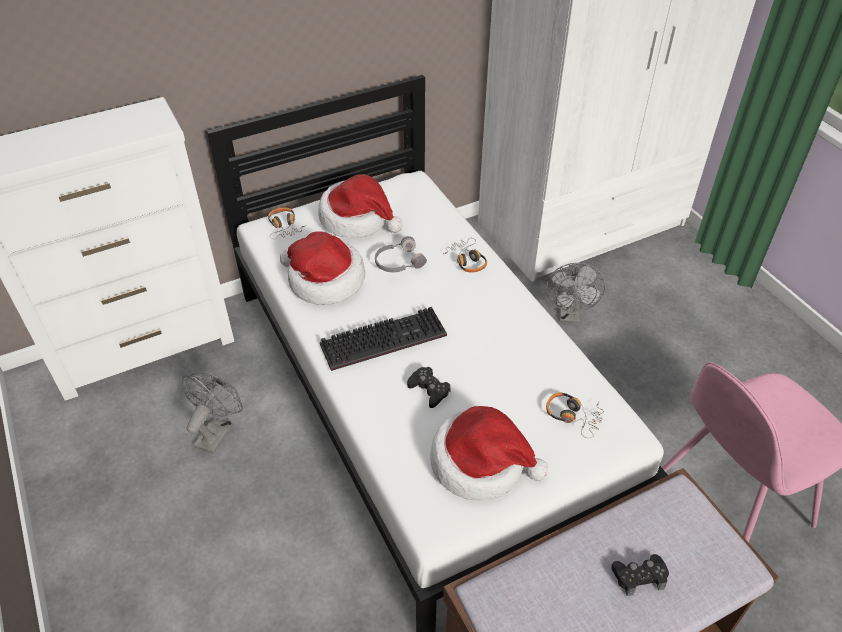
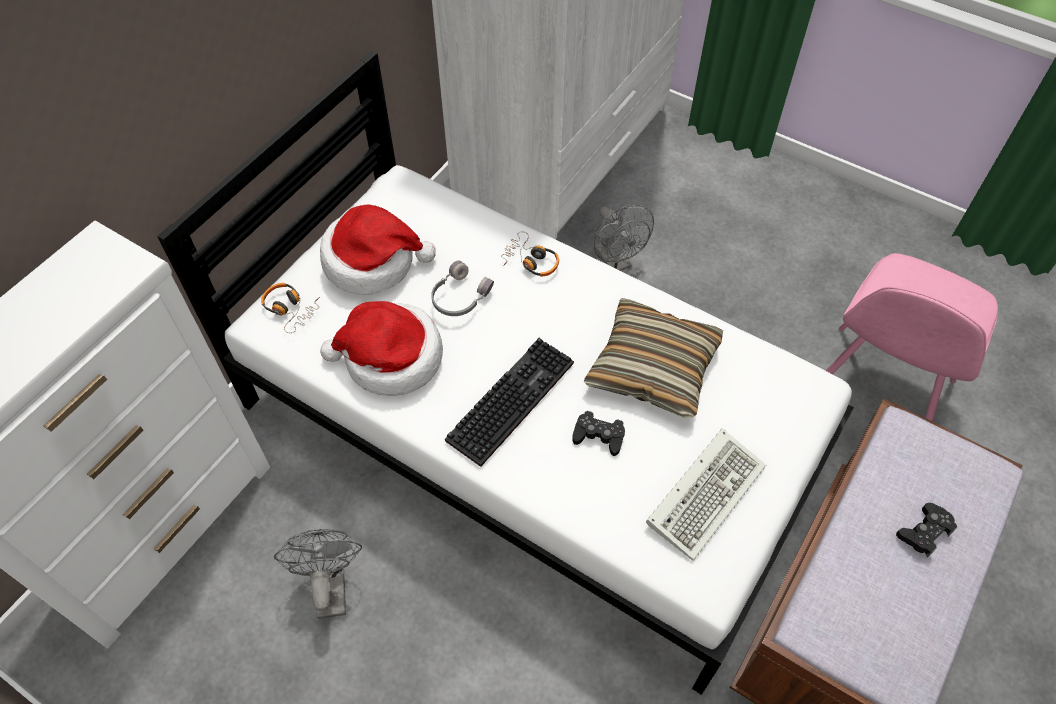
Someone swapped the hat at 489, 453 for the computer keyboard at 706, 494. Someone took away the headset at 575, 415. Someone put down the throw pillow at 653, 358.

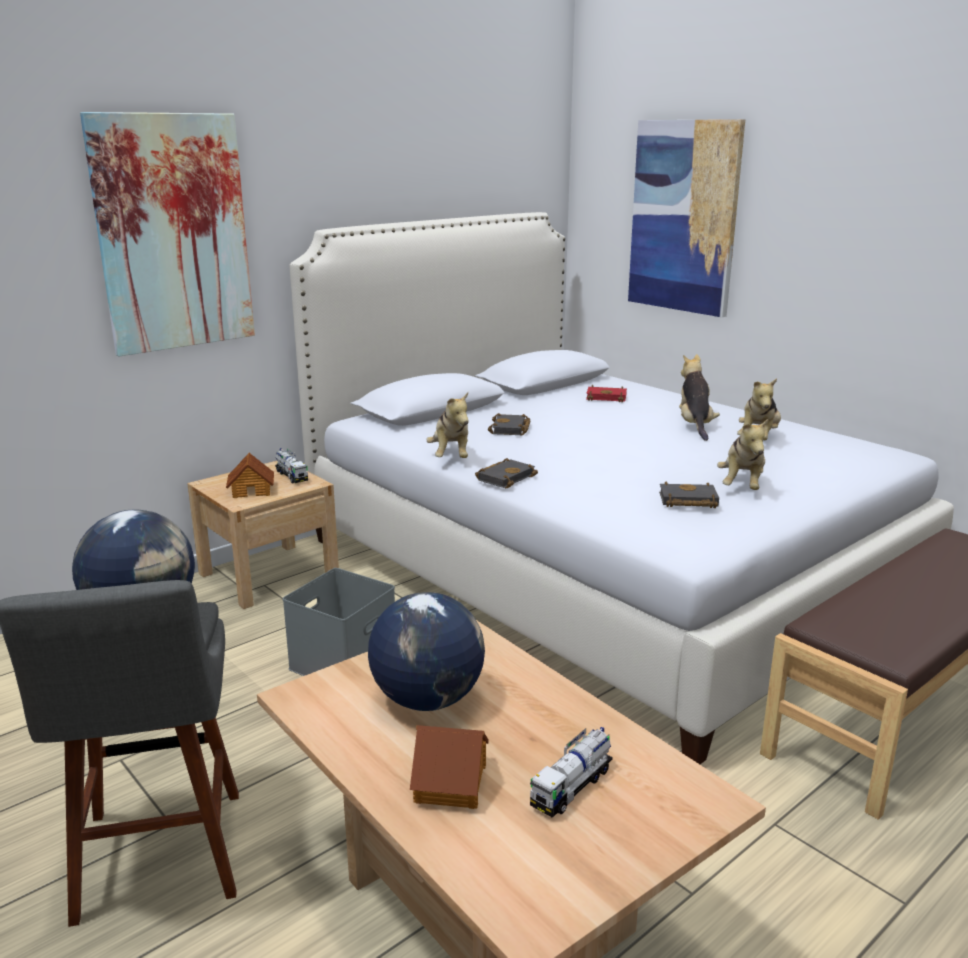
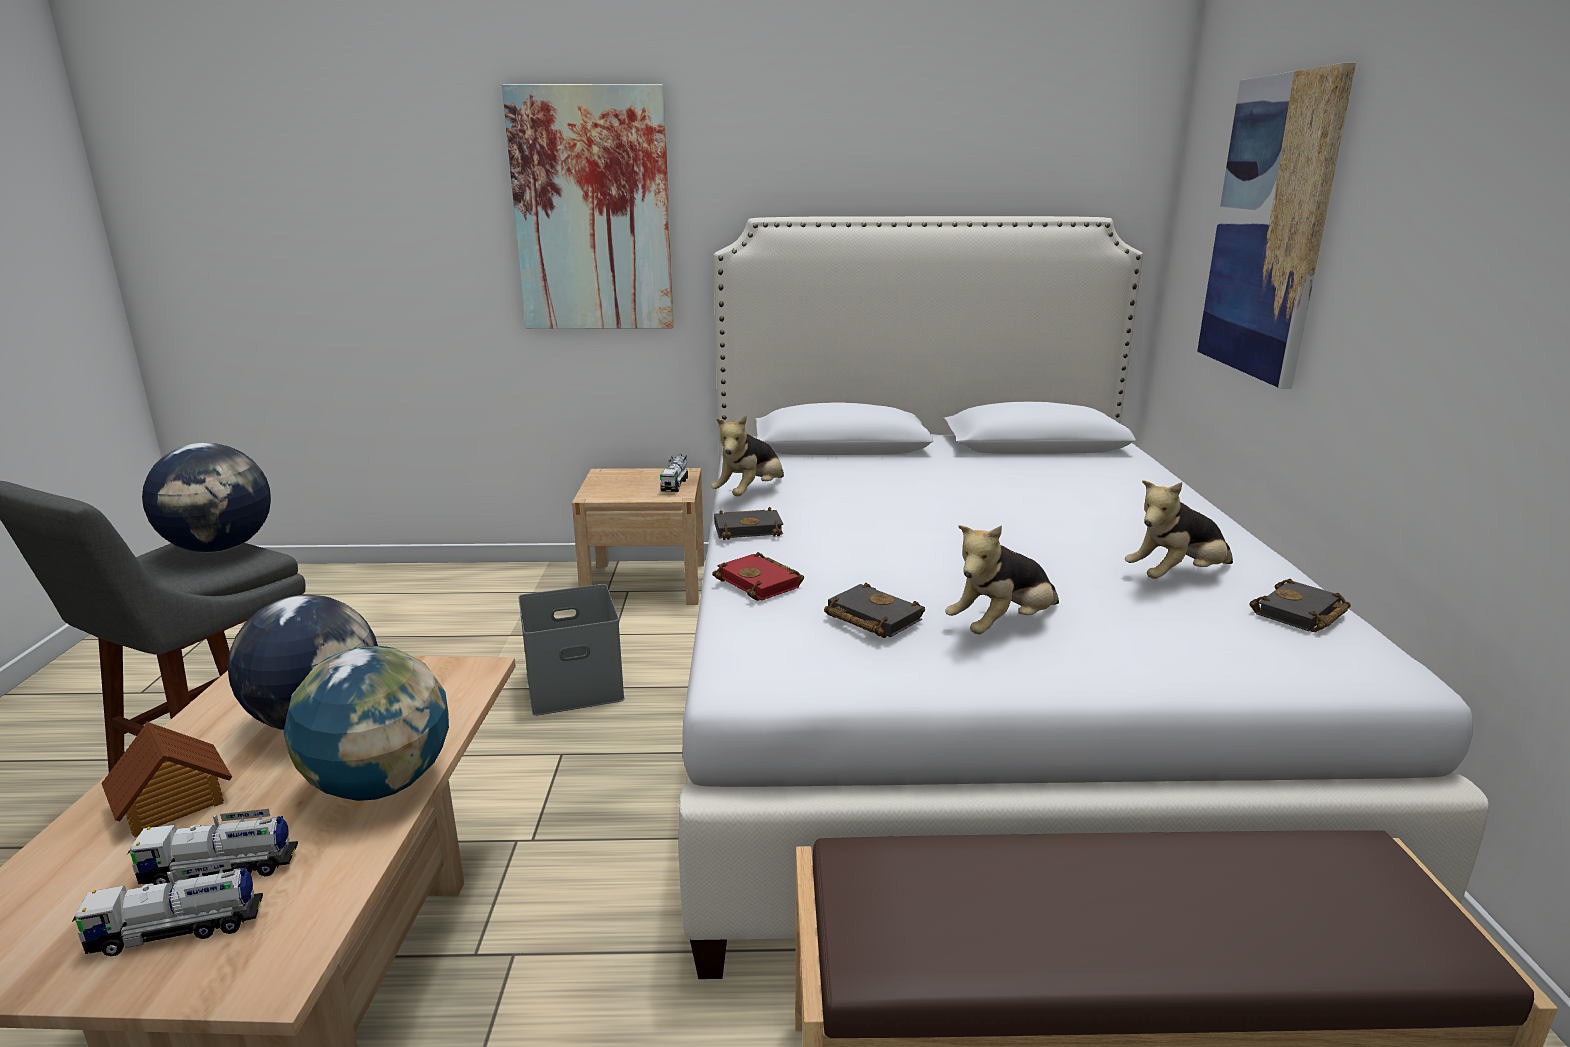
Someone took away the miniature house at 250, 475. Someone carried the black-coloured book from 509, 424 to 1300, 605. Someone carried the red book from 606, 393 to 758, 576. Someone took away the soft toy at 699, 397. Someone put down the toy truck at 167, 908. Someone put down the desk globe at 366, 723.

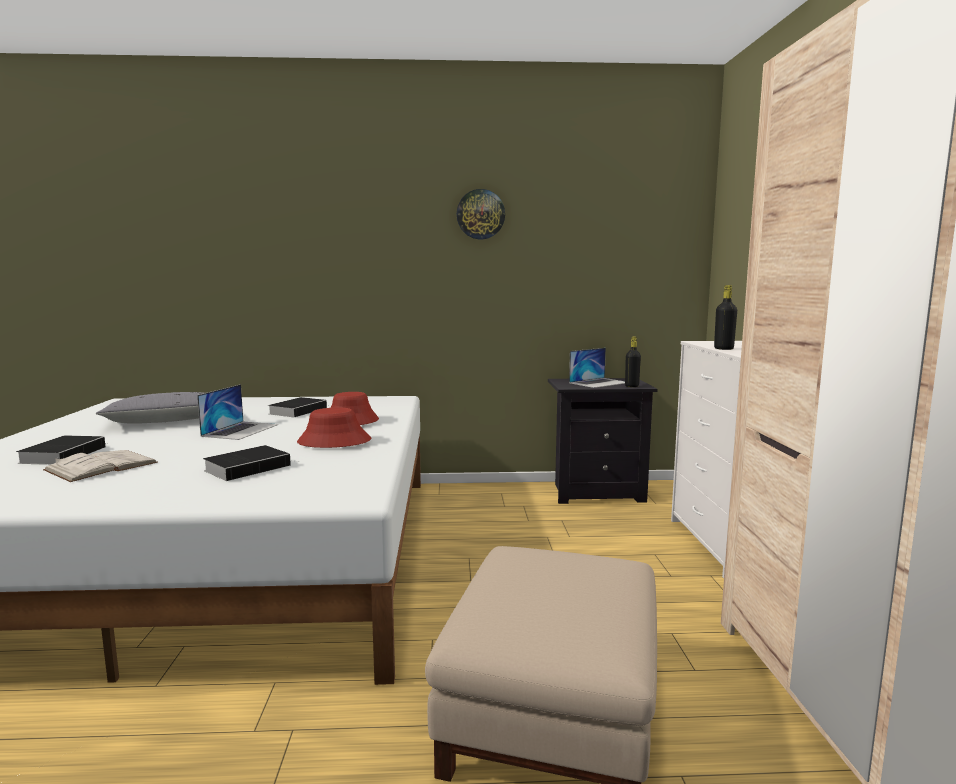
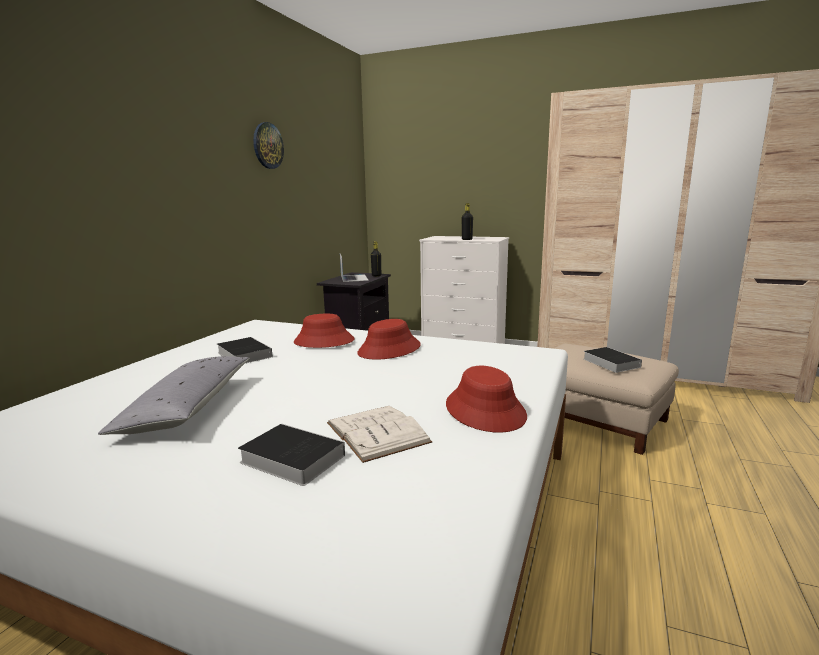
Someone took away the laptop at 238, 412. Someone carried the book from 251, 463 to 613, 360. Someone put down the red hat at 486, 399.

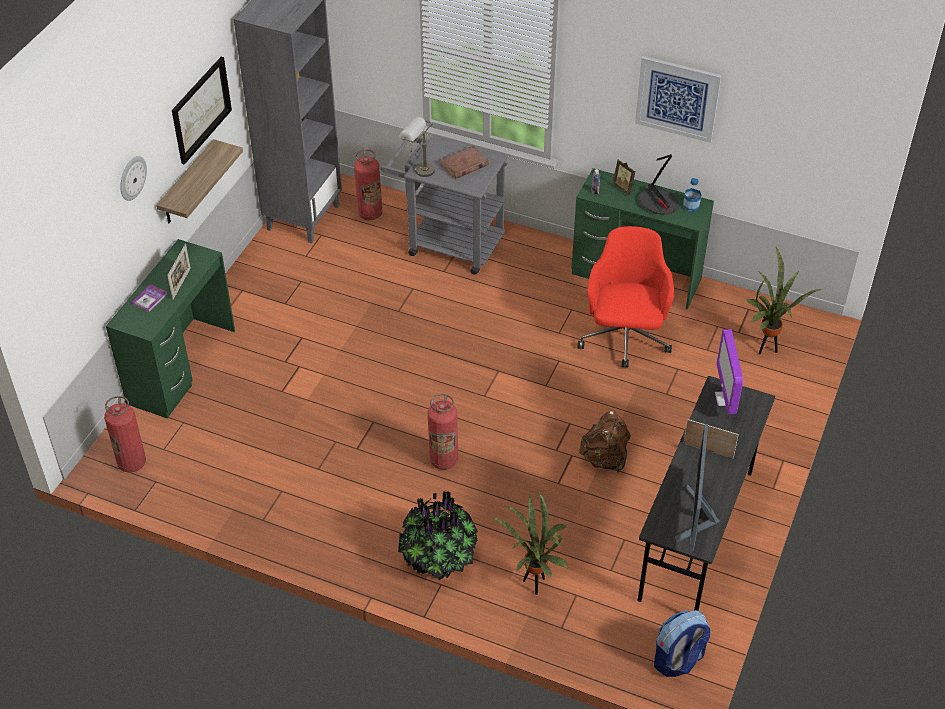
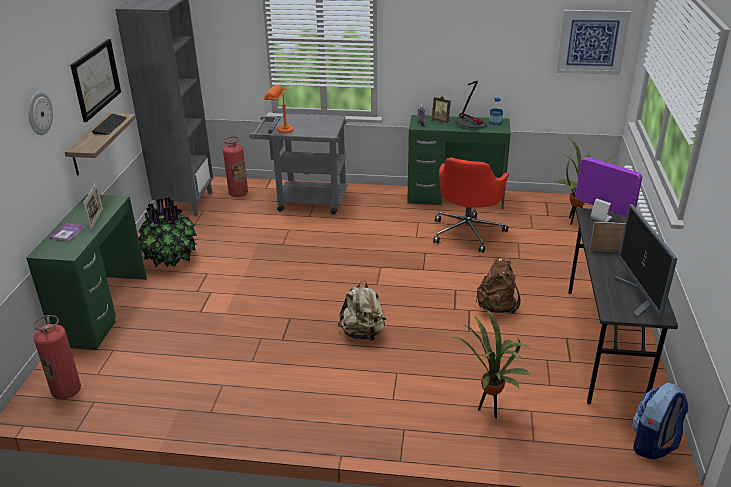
Someone carried the plant in a pot from 438, 535 to 167, 232. Someone repainted the grey table lamp at 417, 147, which became the orange table lamp at 279, 109. Someone swapped the extinguisher at 443, 431 for the beige rucksack at 362, 310. Someone took away the brownish book at 464, 162. Someone rotated the red office chair at 626, 297 by 150 degrees counterclockwise. Someone carried the wall picture from 678, 99 to 593, 42. Someone rotated the computer display at 729, 371 by 150 degrees clockwise. Someone put down the computer keyboard at 109, 124.

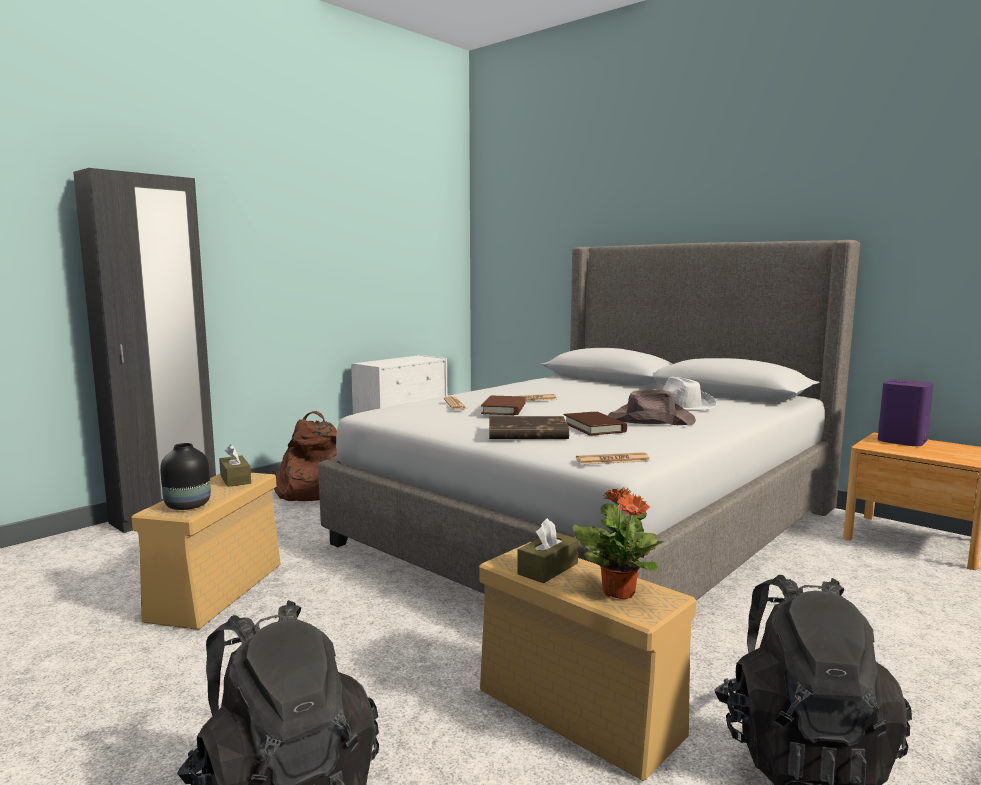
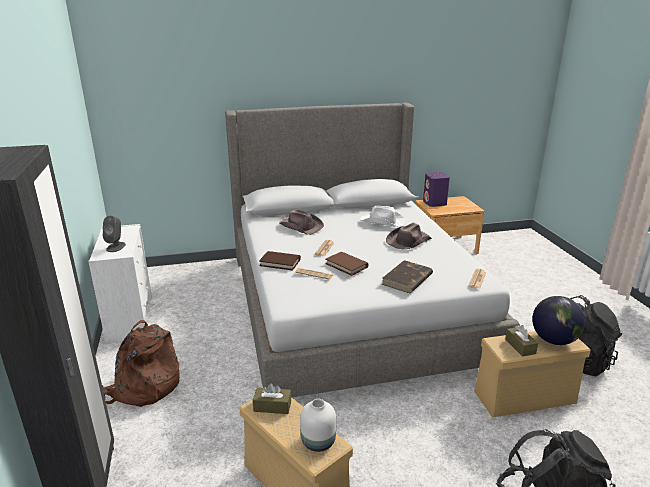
Someone repainted the black-coloured decorative vase at 185, 476, which became the white decorative vase at 318, 425. Someone carried the brownish book from 595, 424 to 280, 261. Someone swapped the plant in a pot at 618, 543 for the desk globe at 559, 320. Someone put down the grey audio speaker at 114, 234. Someone put down the brownish hat at 302, 222.

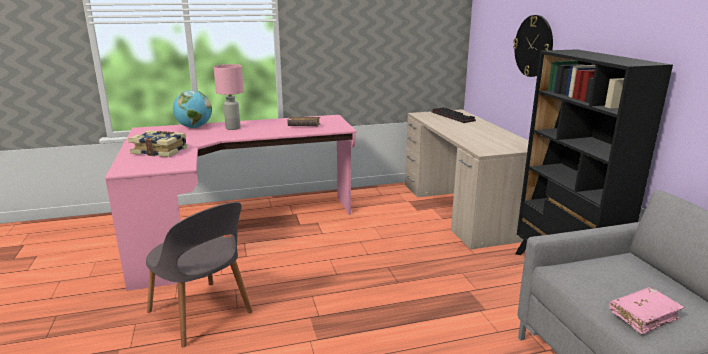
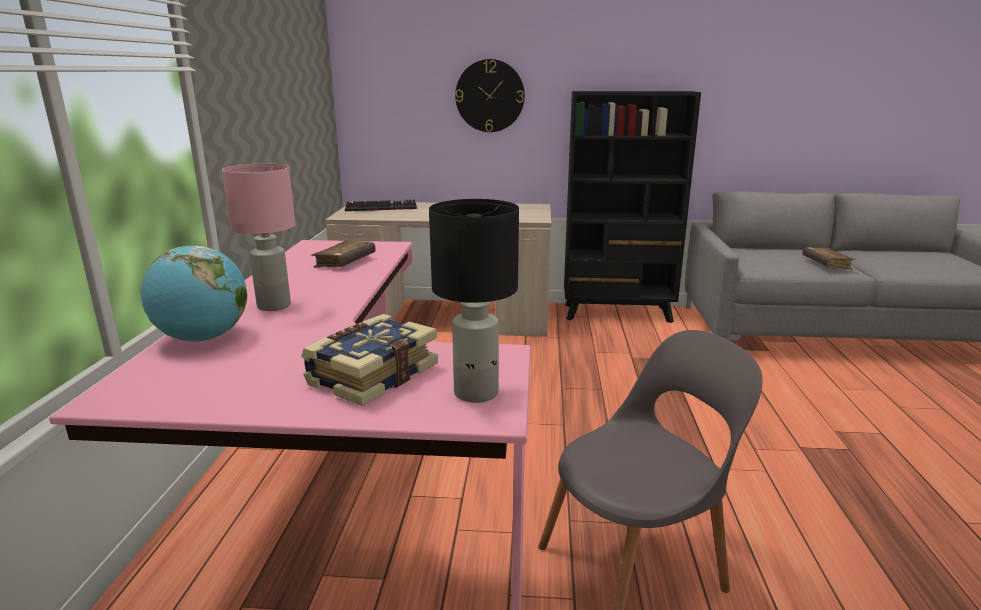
Someone repainted the pink book at 646, 311, which became the brownish book at 828, 258. Someone put down the black-coloured table lamp at 474, 301.

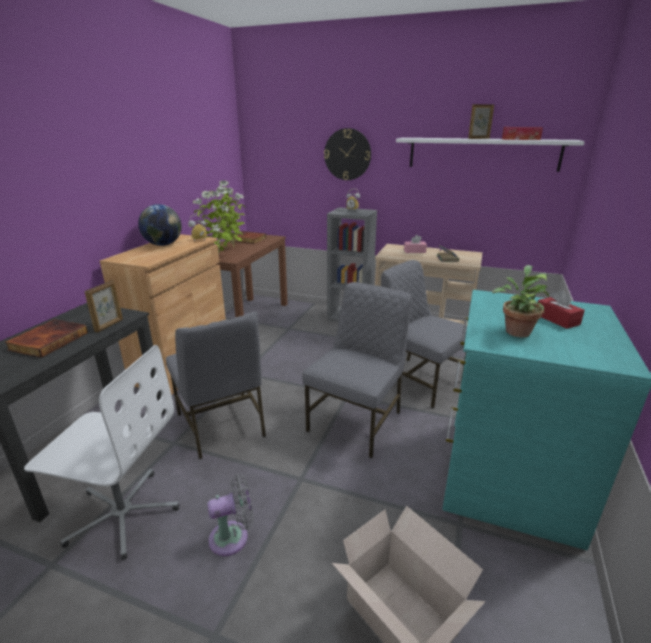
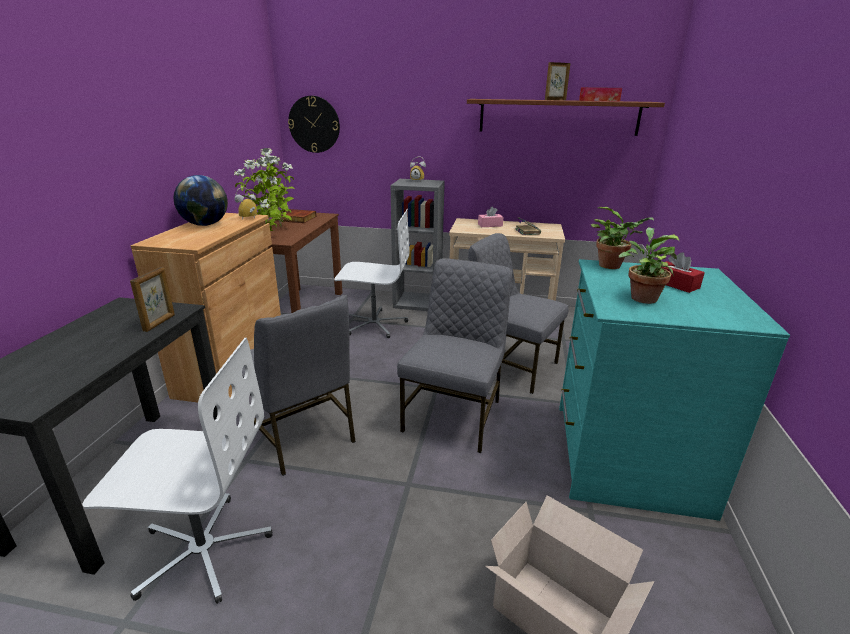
Someone took away the book at 46, 338. Someone took away the grey cooling fan at 230, 515. Someone carried the hanging clock from 347, 154 to 314, 124. Someone repainted the white bracket shelf at 490, 155, which became the brownish bracket shelf at 566, 117. Someone put down the white office chair at 371, 273. Someone put down the plant in a pot at 622, 238.

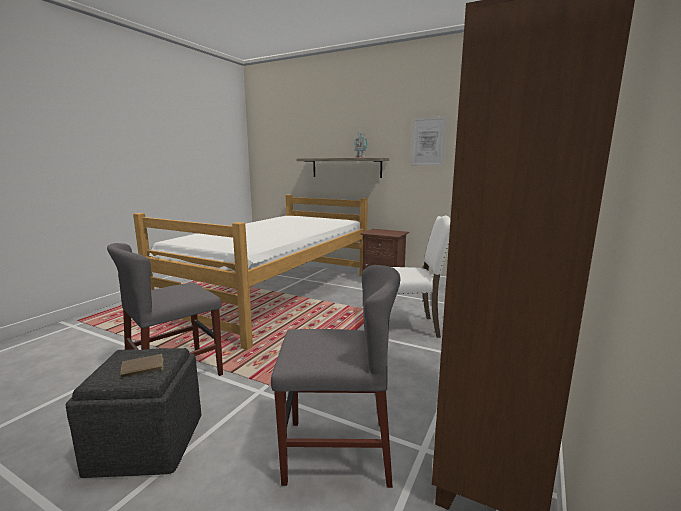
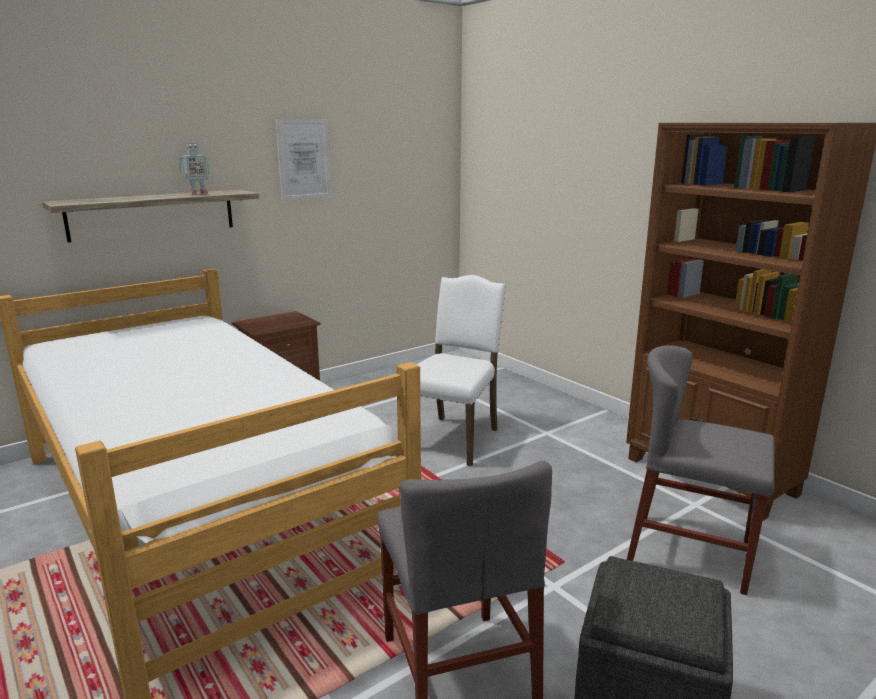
Someone took away the brownish book at 142, 366. Someone rotated the grey chair at 335, 376 by 90 degrees counterclockwise.

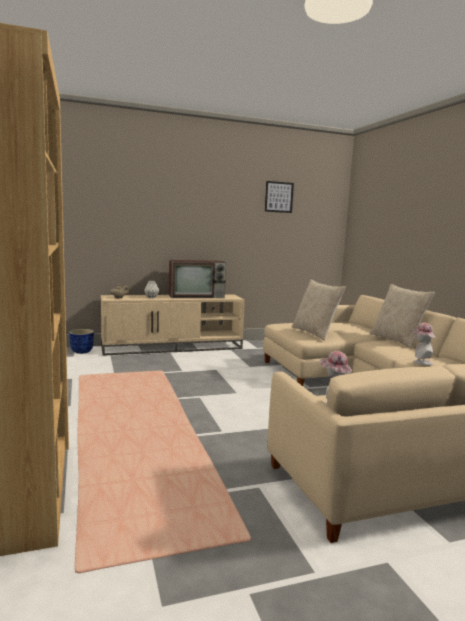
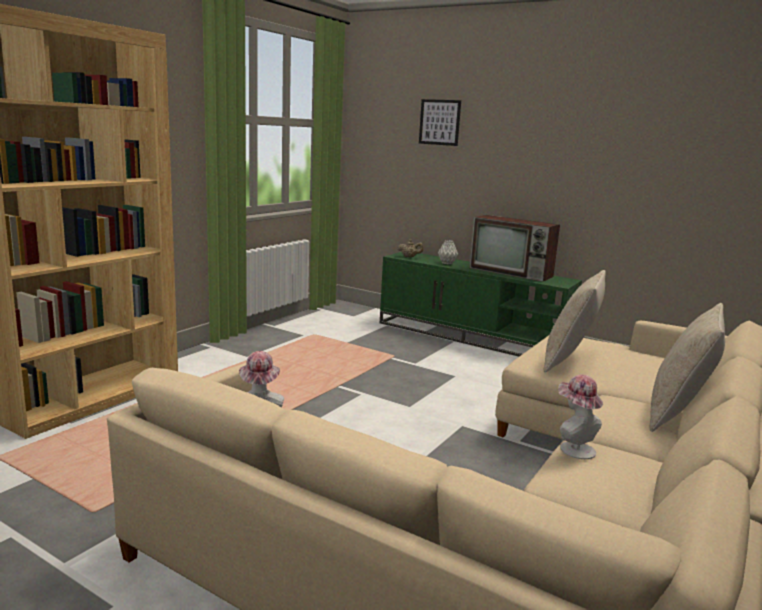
Someone took away the plant pot at 81, 341. Someone repainted the beige tv unit at 173, 325, which became the green-coloured tv unit at 481, 304. Someone carried the wall picture from 279, 197 to 440, 122.

